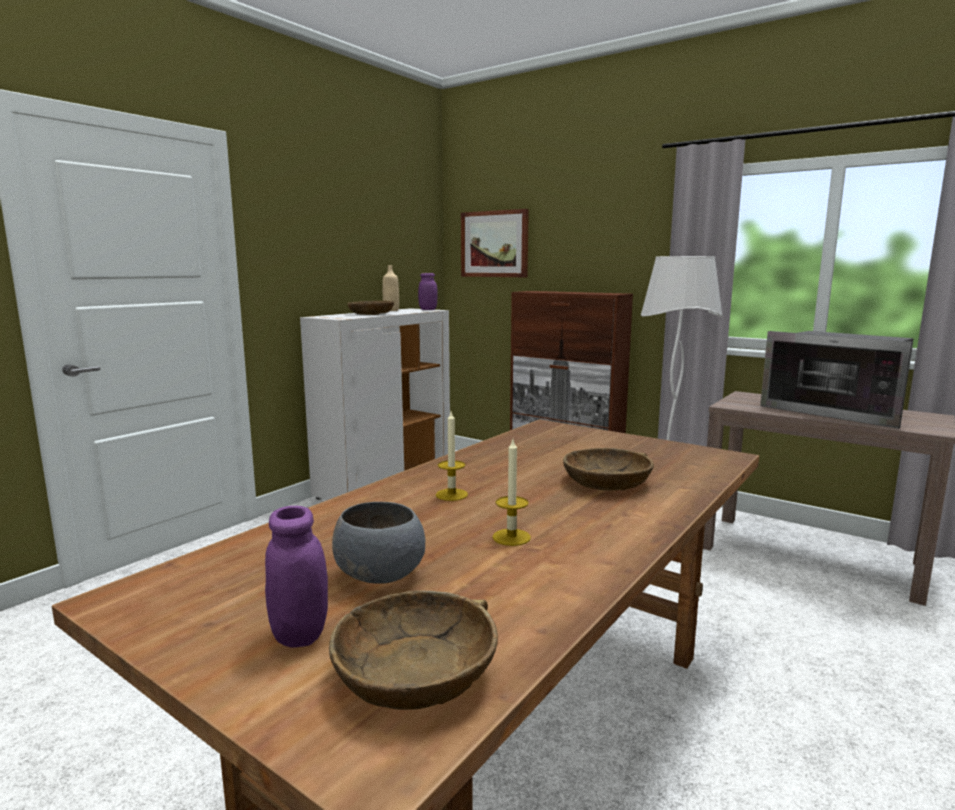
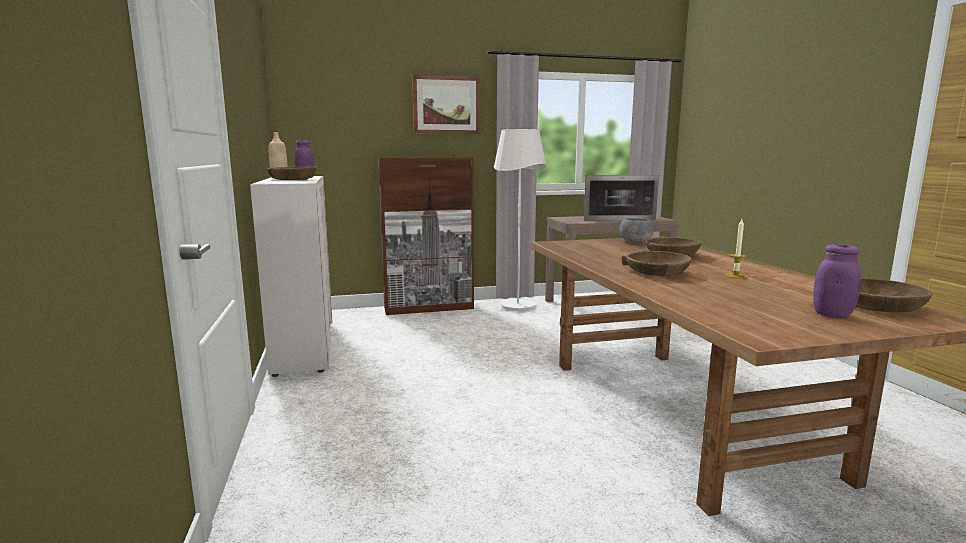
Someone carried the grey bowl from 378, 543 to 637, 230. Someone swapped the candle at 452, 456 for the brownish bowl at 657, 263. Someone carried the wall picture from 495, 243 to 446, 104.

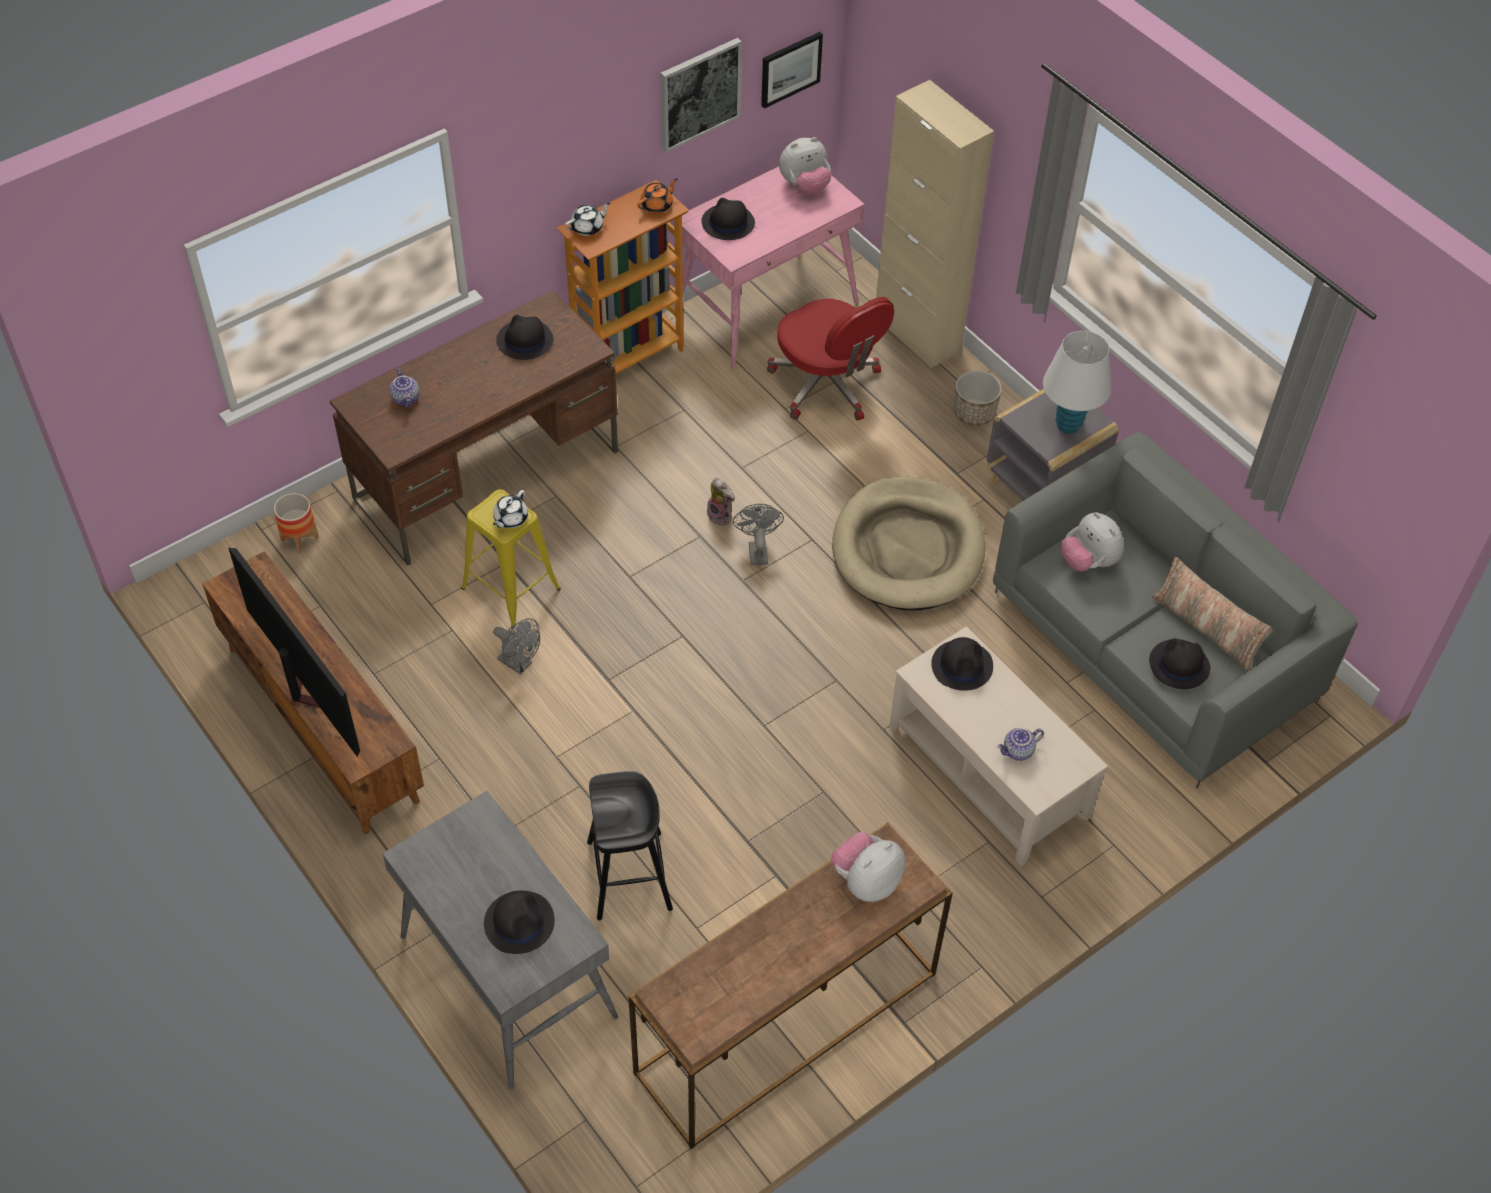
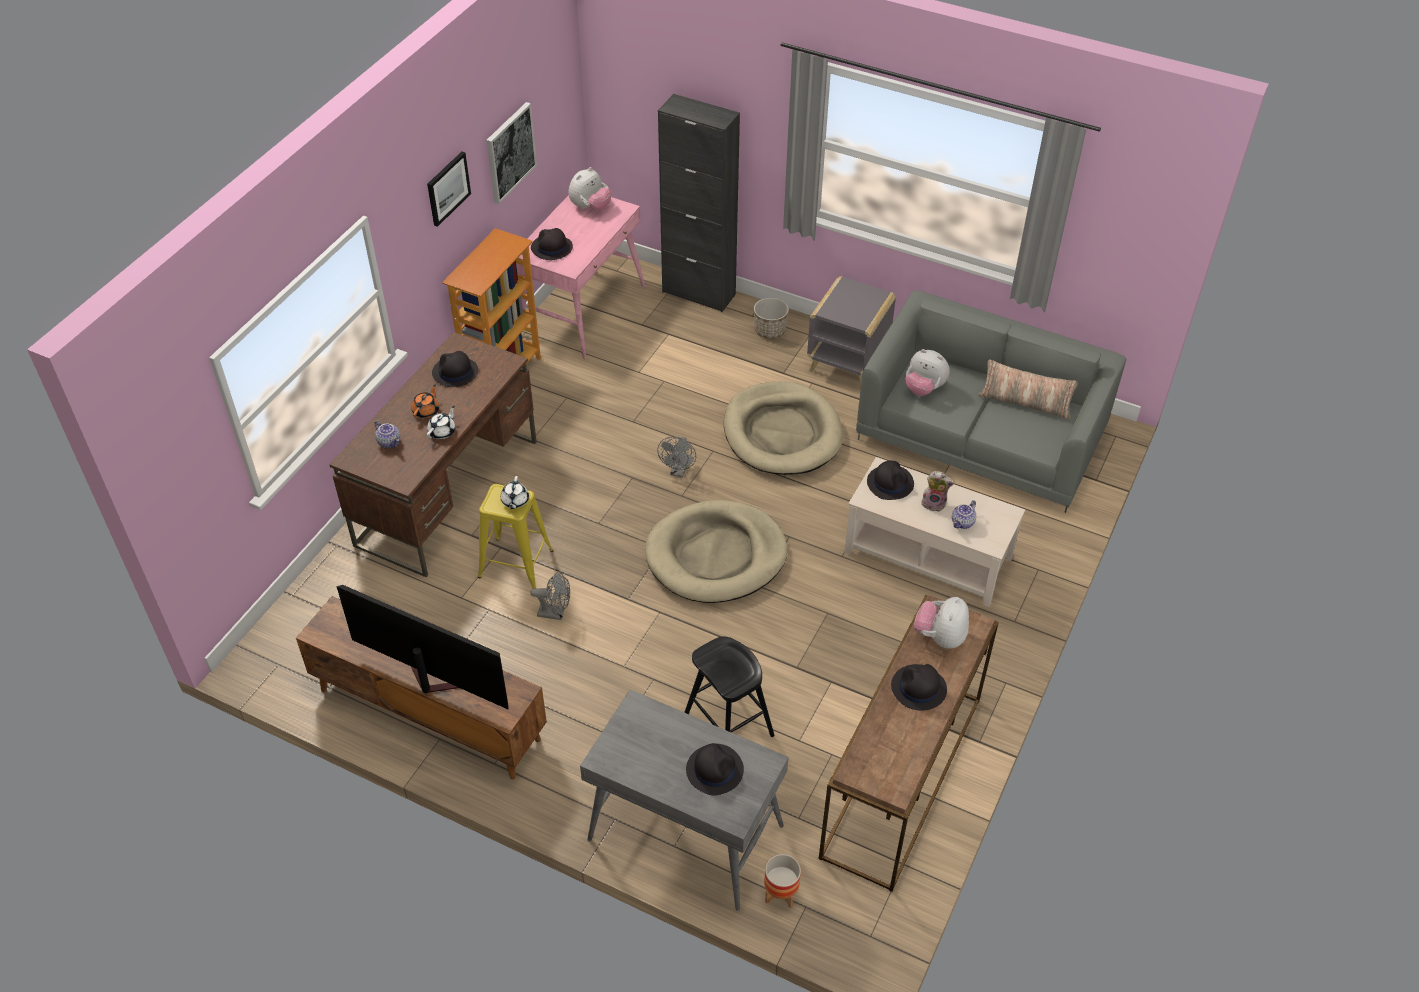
Someone carried the plant pot from 296, 523 to 782, 881. Someone carried the white tea pot from 588, 219 to 441, 422. Someone carried the orange tea pot from 657, 195 to 425, 401. Someone carried the soft toy from 721, 502 to 938, 491. Someone rotated the grey cooling fan at 758, 534 by 135 degrees counterclockwise. Someone carried the wall picture from 792, 70 to 449, 189. Someone took away the red office chair at 830, 359. Someone repainted the beige storage cabinet at 935, 224, which became the black-coloured storage cabinet at 699, 203. Someone took away the white table lamp at 1077, 382. Someone carried the black-coloured hat from 1179, 663 to 919, 687. Someone put down the beige dog cushion at 716, 551.

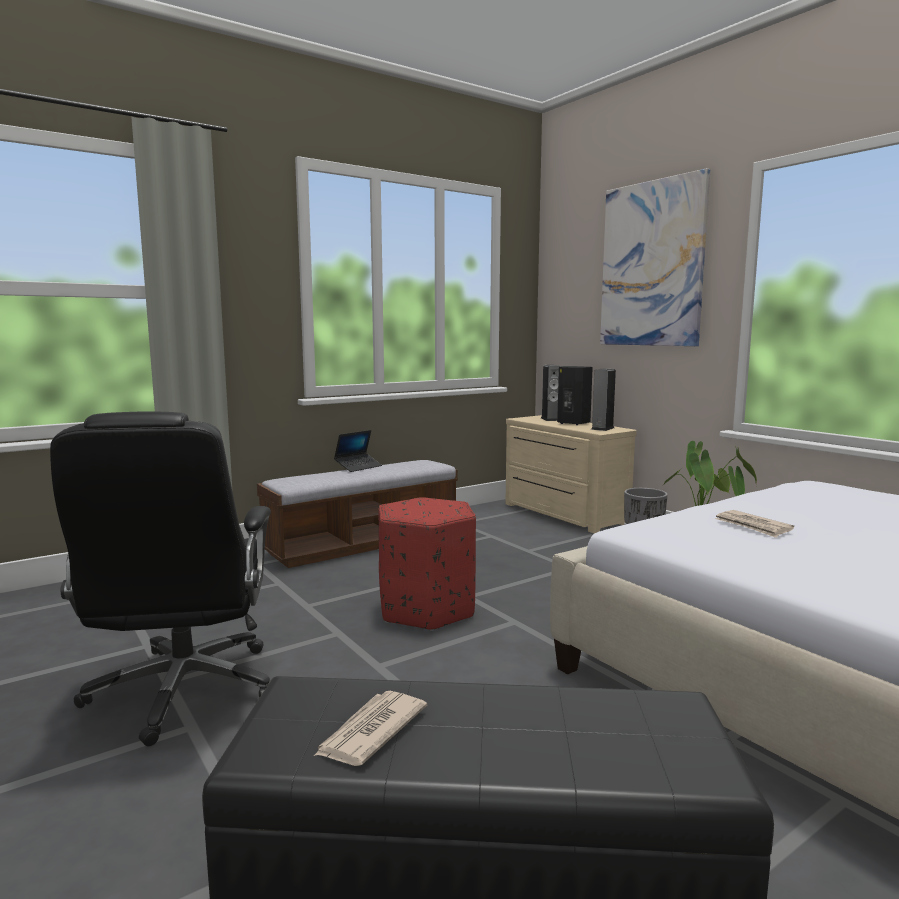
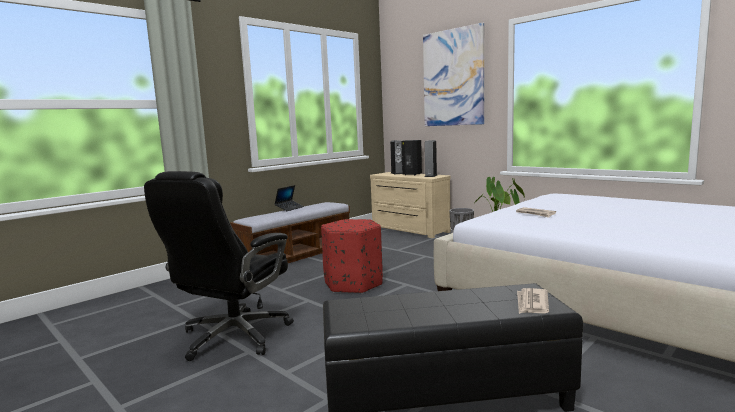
Someone rotated the black-coloured office chair at 160, 579 by 45 degrees clockwise. Someone carried the daily paper from 370, 728 to 533, 301.

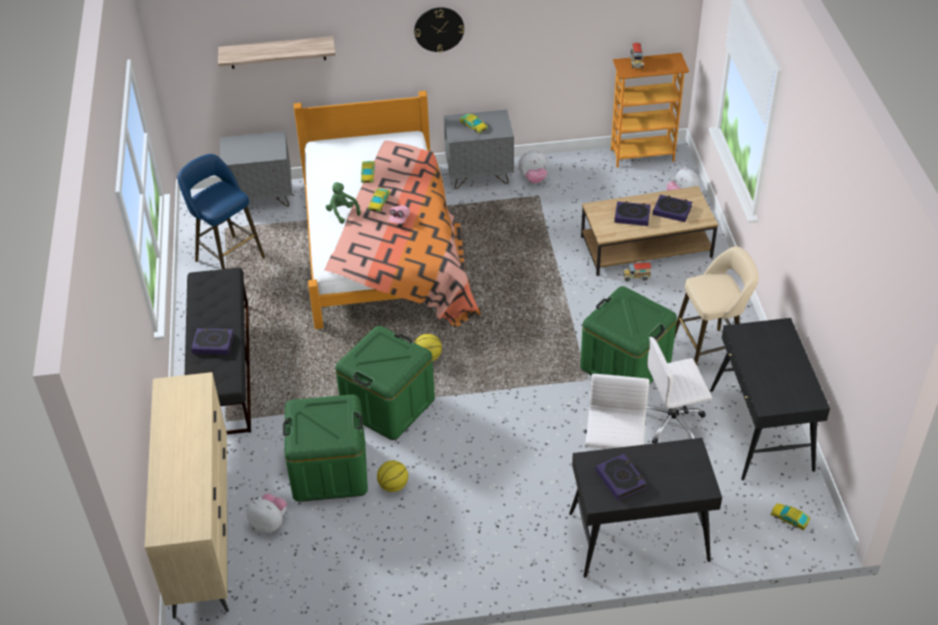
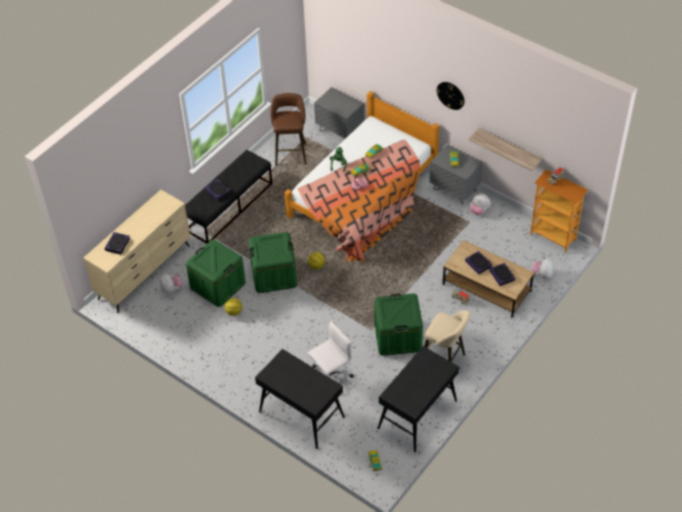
Someone repainted the blue stool at 221, 211, which became the brownish stool at 288, 129. Someone carried the bracket shelf from 277, 52 to 505, 149. Someone carried the book from 621, 477 to 117, 243. Someone took away the white office chair at 679, 390.

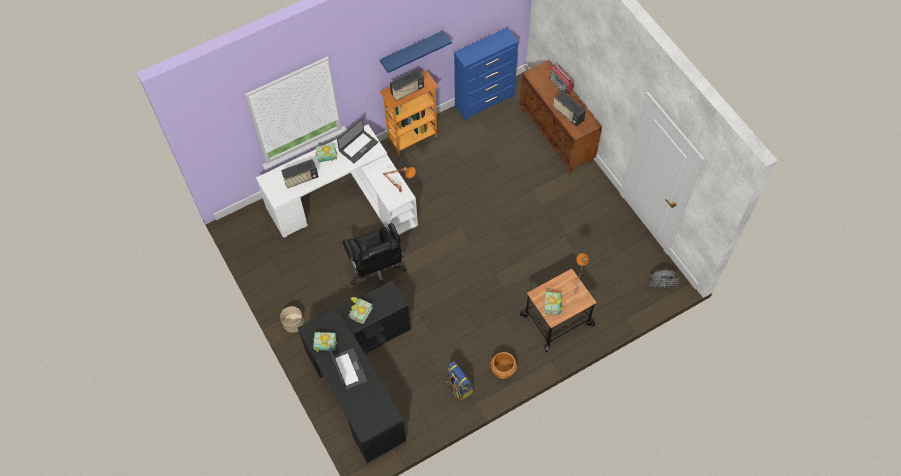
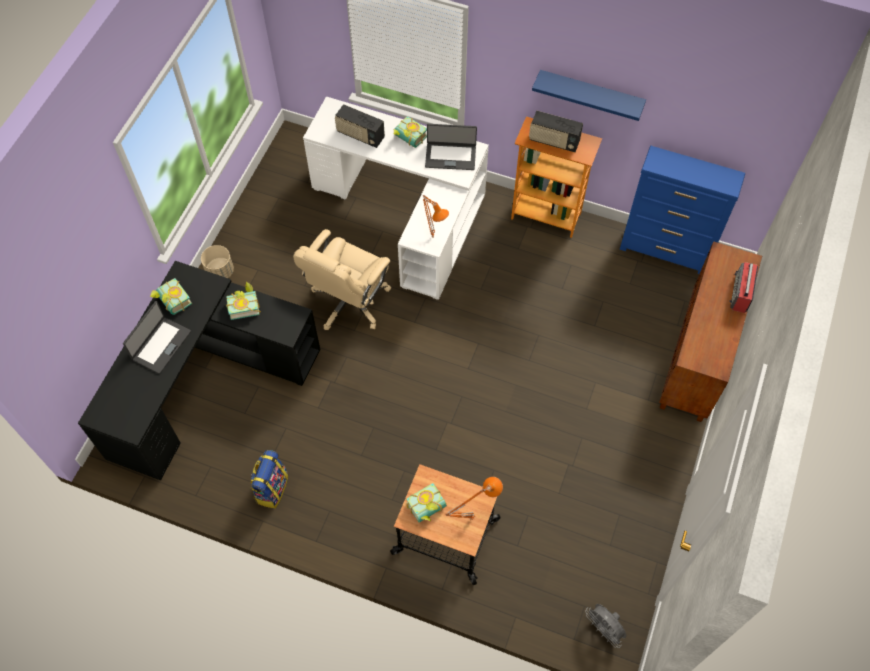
Someone repainted the black-coloured office chair at 374, 254, which became the beige office chair at 342, 279. Someone took away the brownish plant pot at 504, 365. Someone took away the radio receiver at 569, 108.

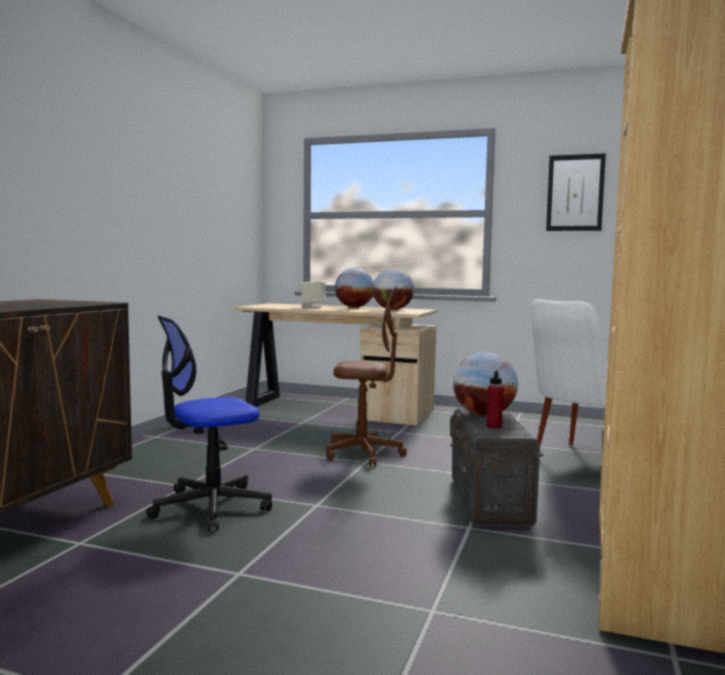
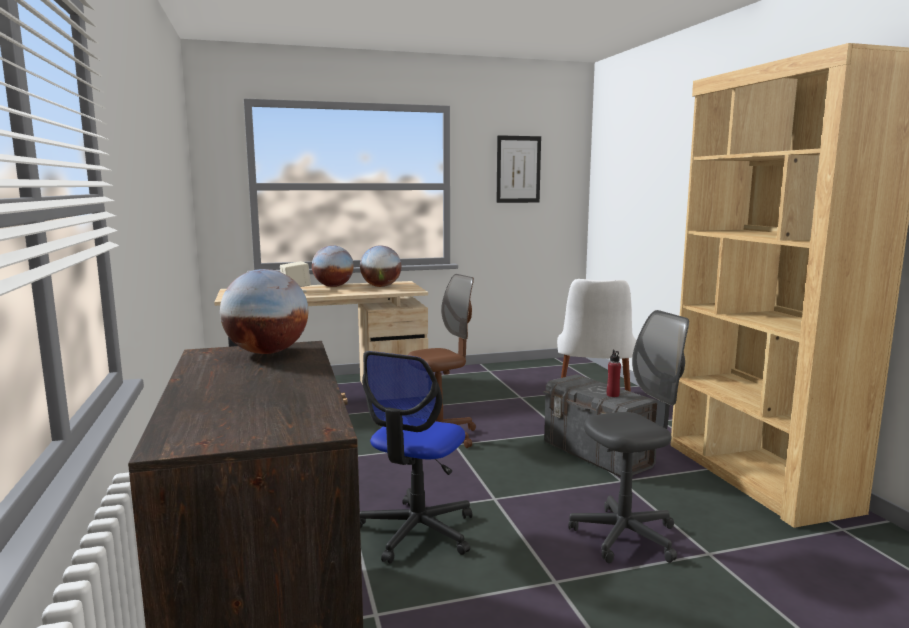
Someone carried the desk globe from 485, 384 to 264, 311. Someone put down the grey office chair at 628, 436.

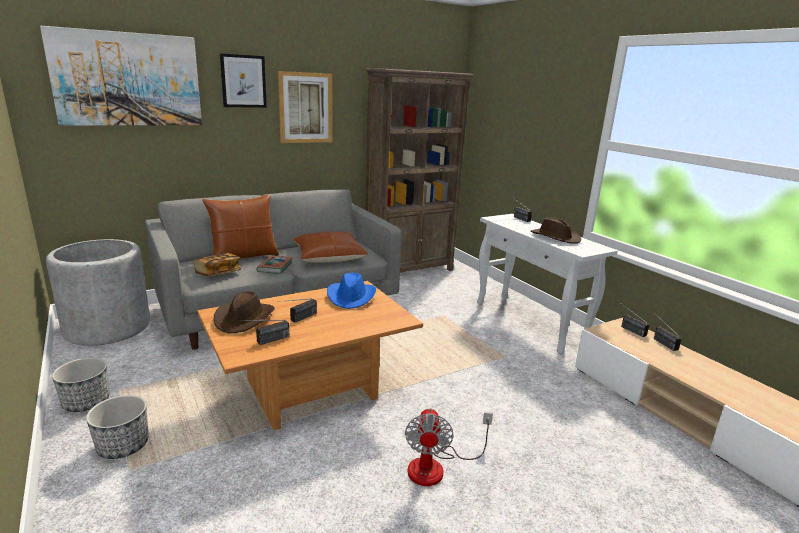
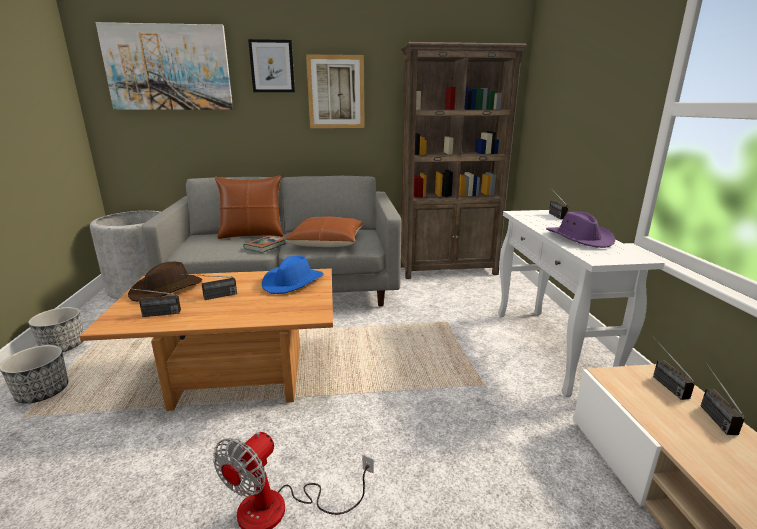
Someone took away the book at 217, 264. Someone repainted the brownish hat at 556, 230, which became the purple-coloured hat at 580, 230.

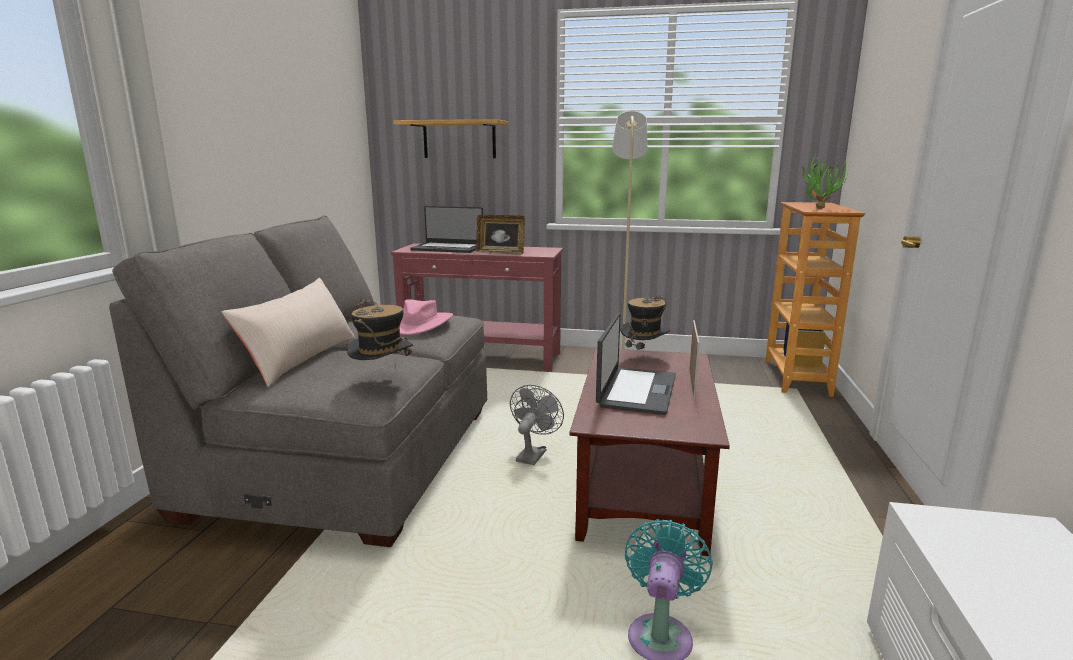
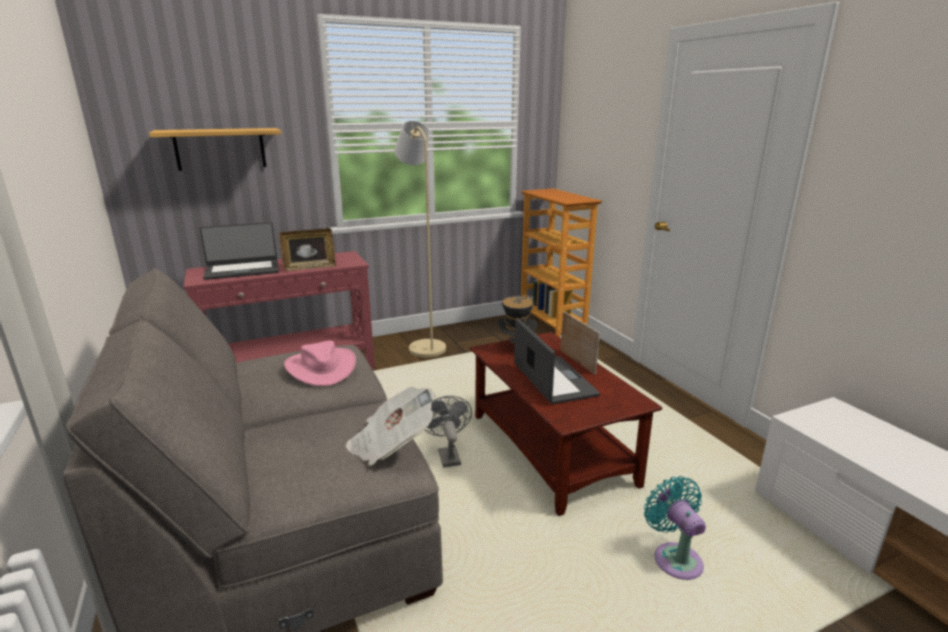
Someone took away the beige throw pillow at 288, 332. Someone swapped the hat at 380, 334 for the daily paper at 391, 426. Someone took away the plant in a pot at 824, 182.

